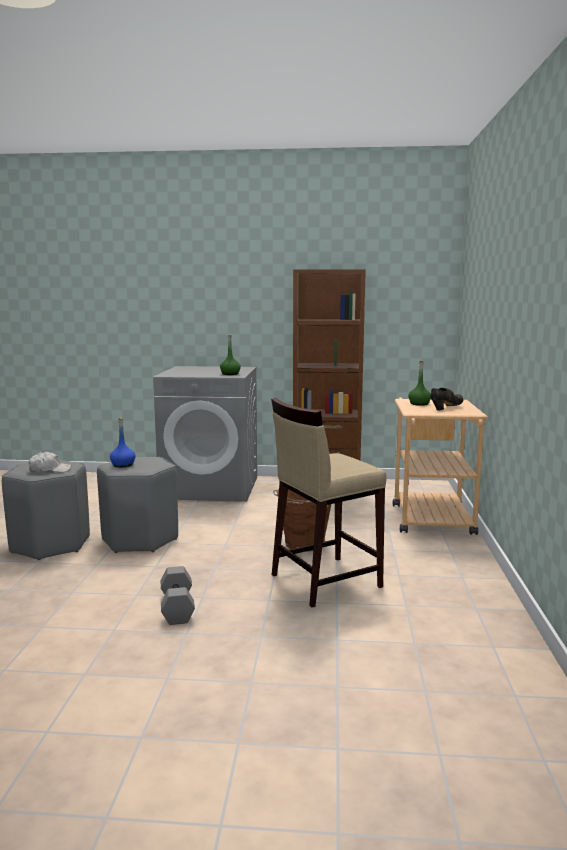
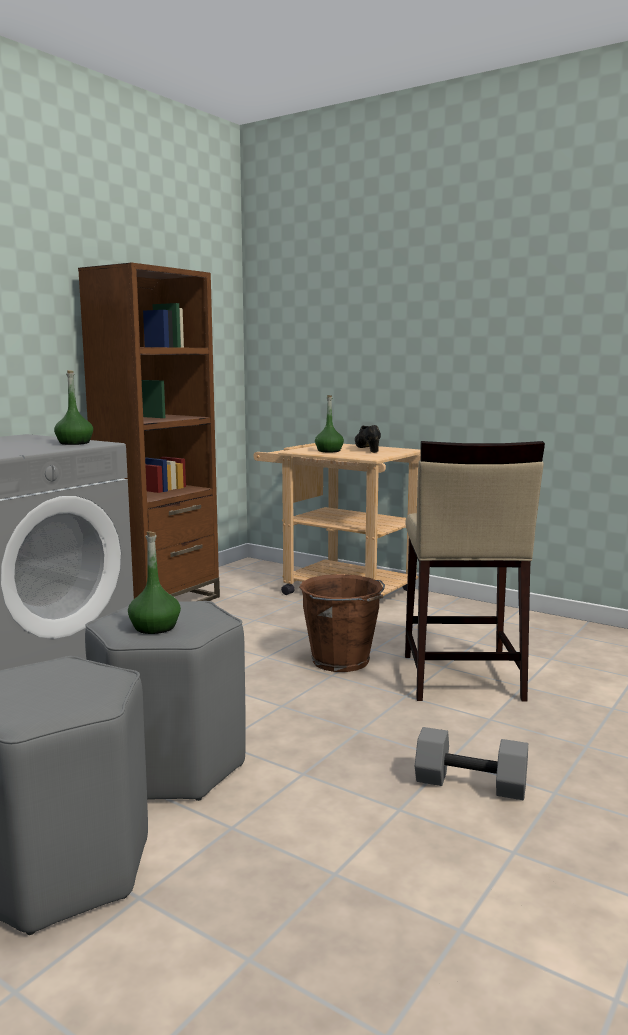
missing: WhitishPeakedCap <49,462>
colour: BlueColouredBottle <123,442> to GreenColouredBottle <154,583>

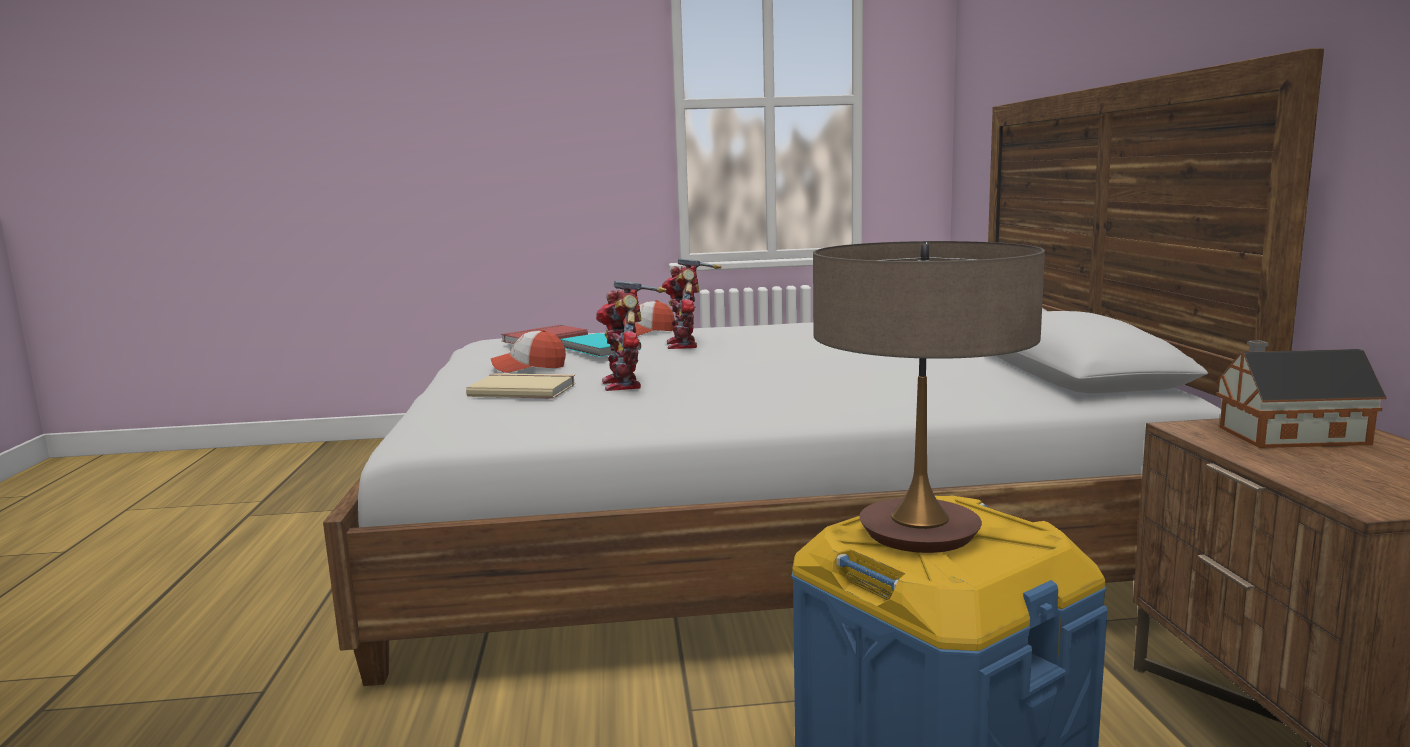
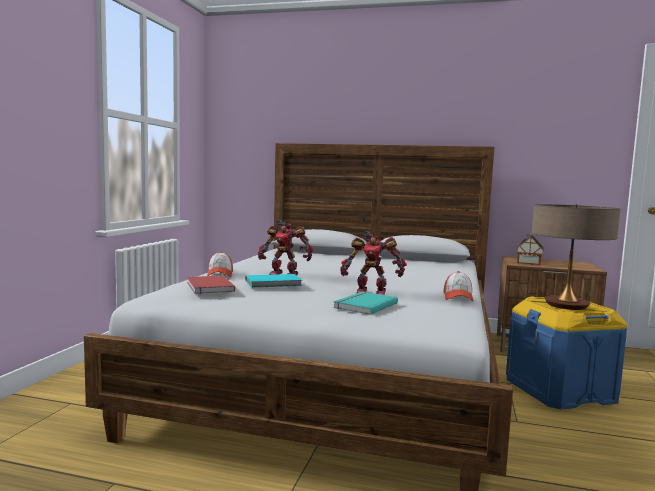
relocated: PeakedCap <528,351> to <458,286>
colour: BeigeBoundBook <521,386> to TurquoiseBoundBook <365,303>

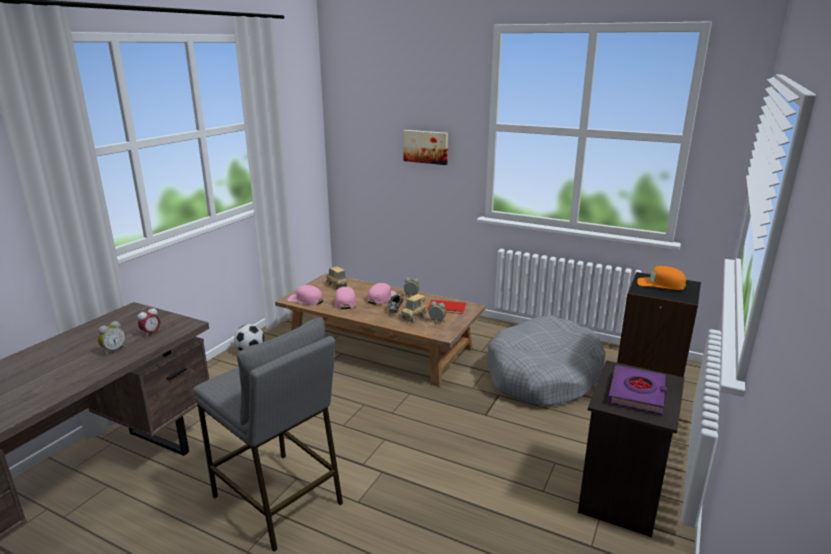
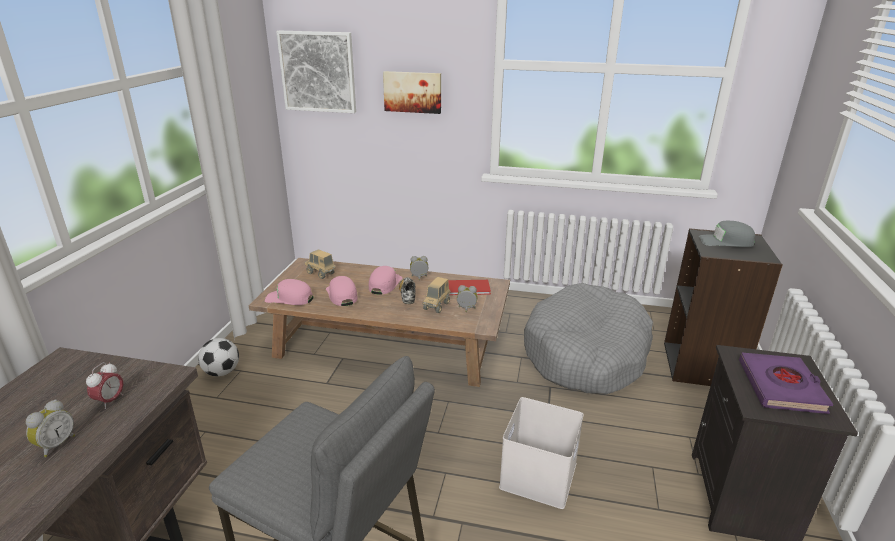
appeared: WallArt <316,72>; WhitishStorageBox <541,453>
colour: OrangeColouredPeakedCap <661,278> to GreyishPeakedCap <727,234>

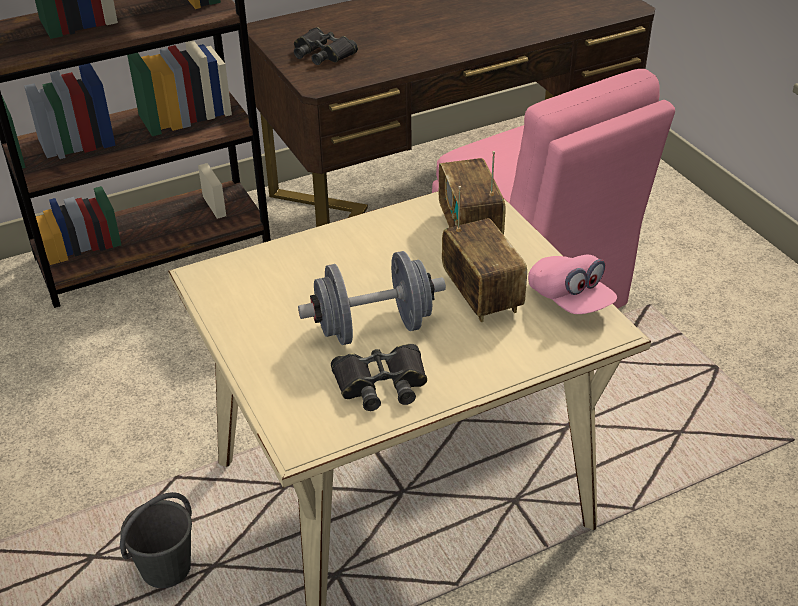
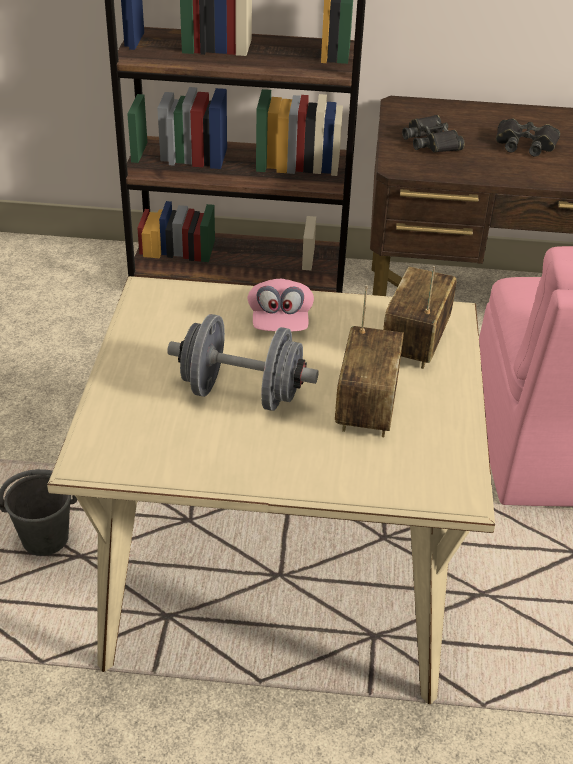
relocated: BlackBinoculars <379,377> to <528,138>; PinkPeakedCap <572,284> to <280,305>

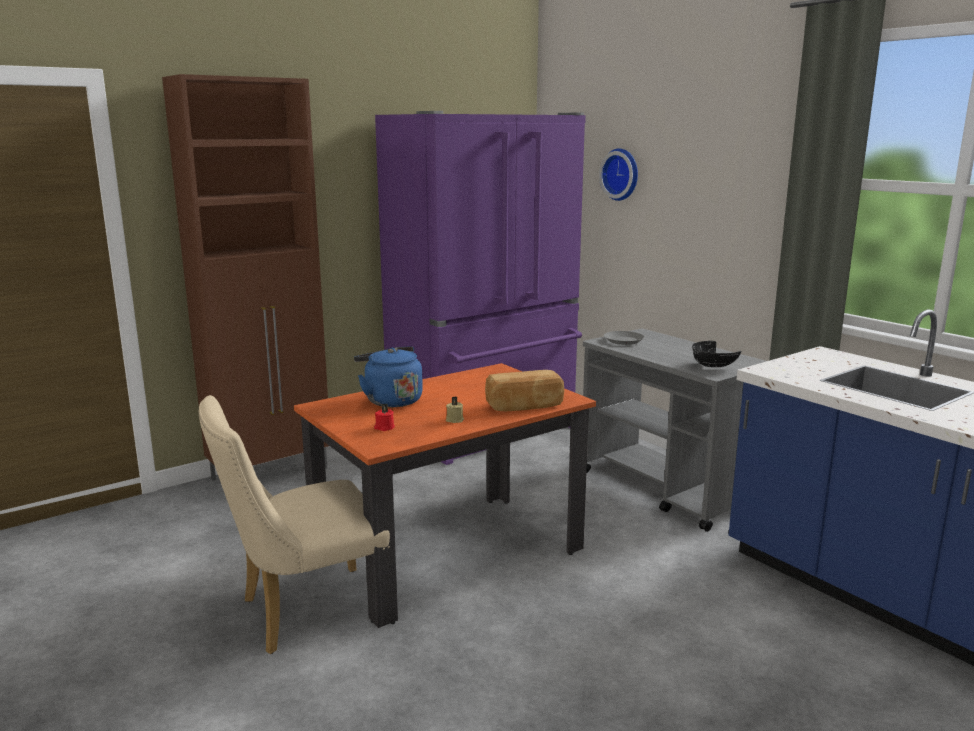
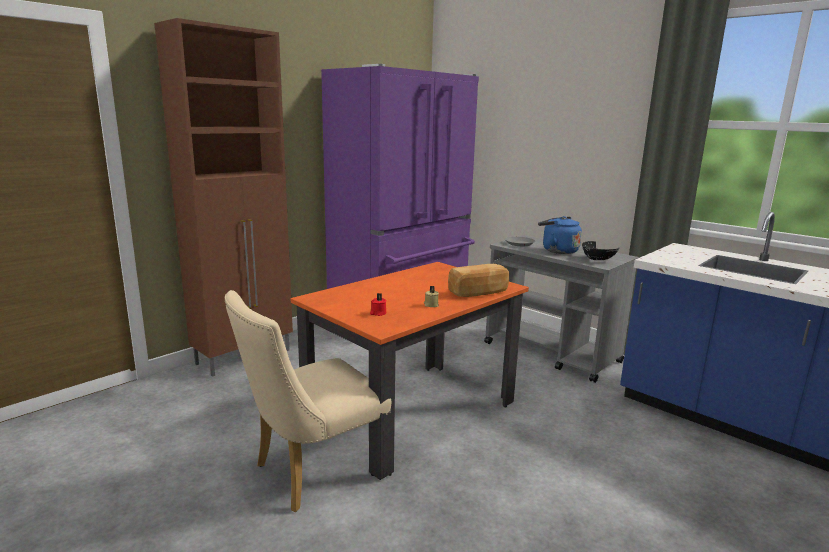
missing: HangingClock <618,174>
relocated: BlueColouredWaterKettle <388,377> to <560,235>

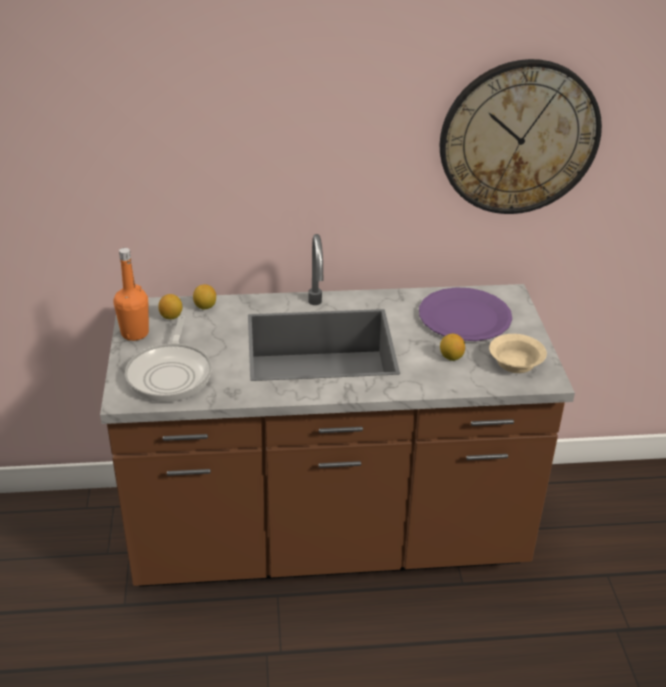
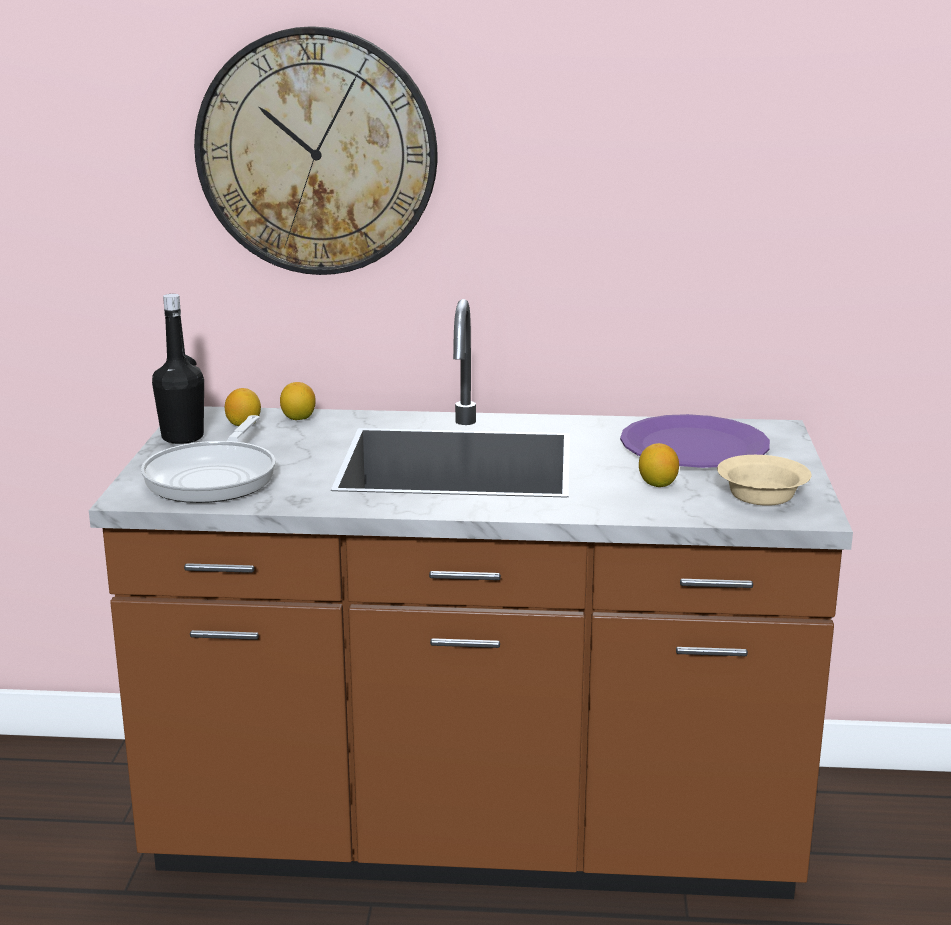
relocated: HangingClock <521,136> to <315,150>
colour: OrangeColouredBottle <131,294> to BlackBottle <178,369>

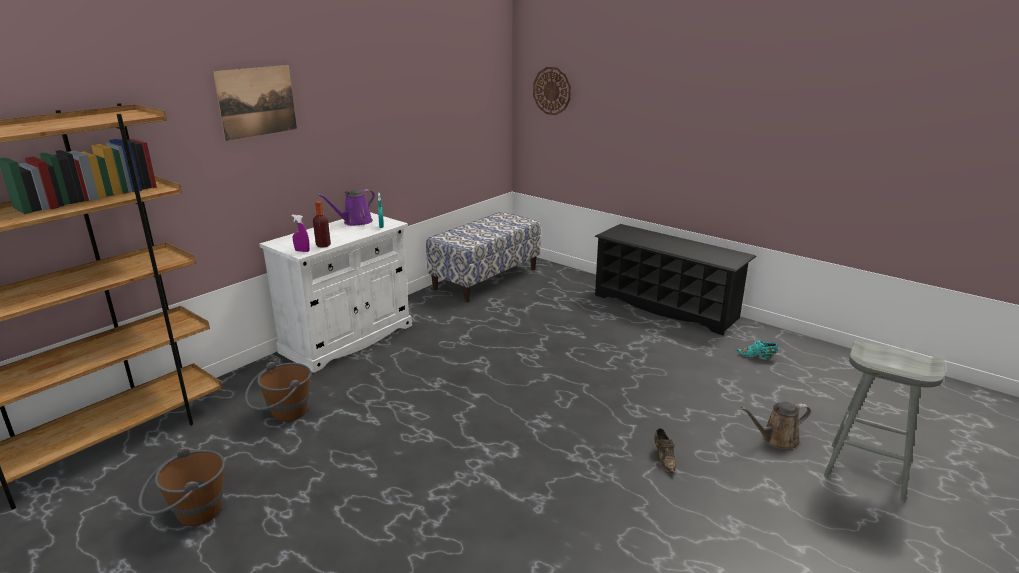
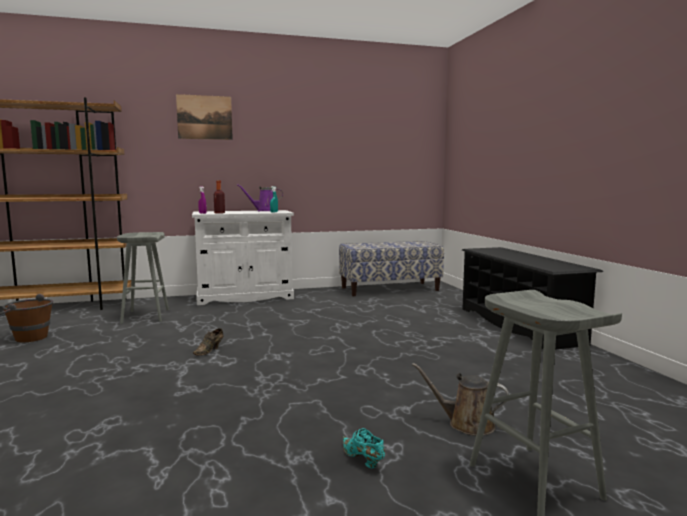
missing: HangingClock <552,91>
relocated: BrownColouredLowShoe <665,450> to <208,342>; TurquoiseLowShoe <757,350> to <363,448>
exchanged: BrownColouredWaterBucket <278,392> to GreyishSittingStool <143,278>

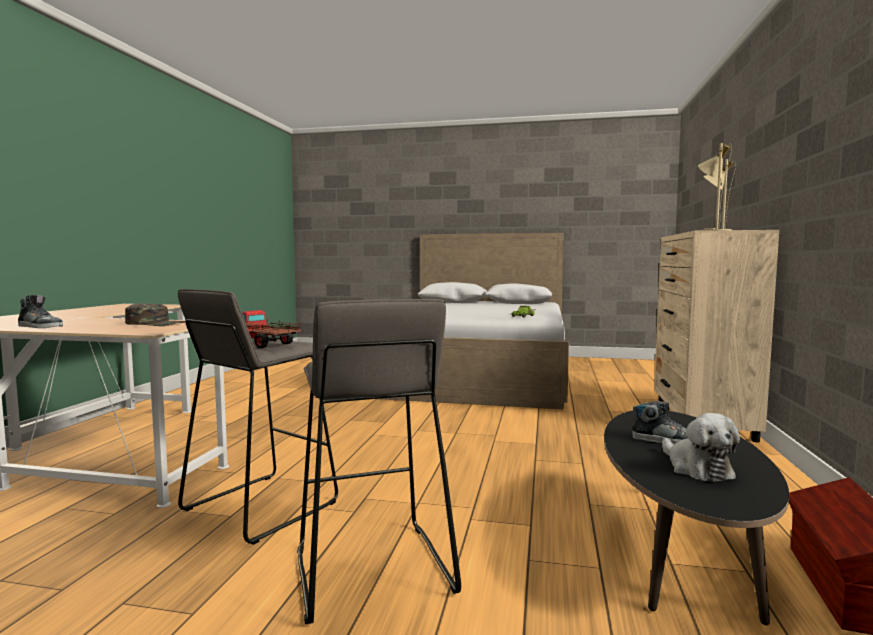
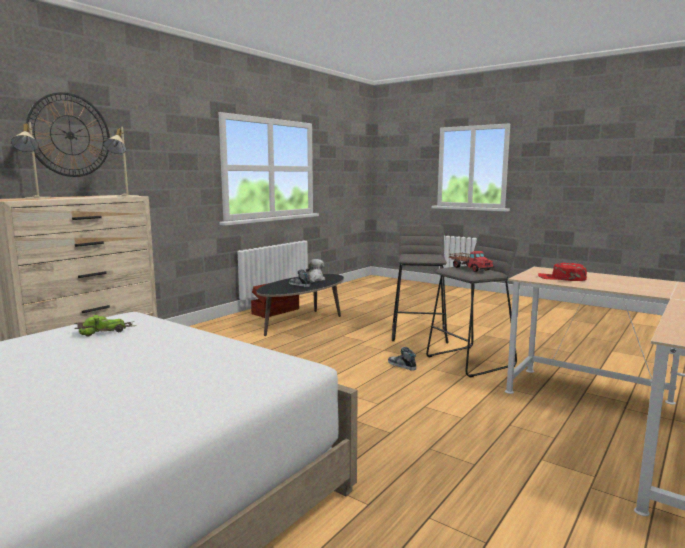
appeared: HangingClock <68,134>
relocated: LowShoe <40,311> to <402,359>
colour: GreenColouredPeakedCap <155,314> to ReddishPeakedCap <562,272>

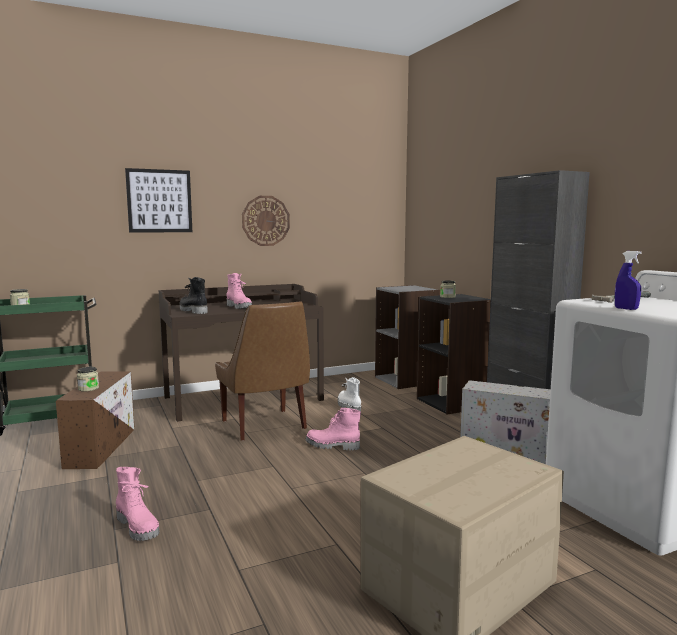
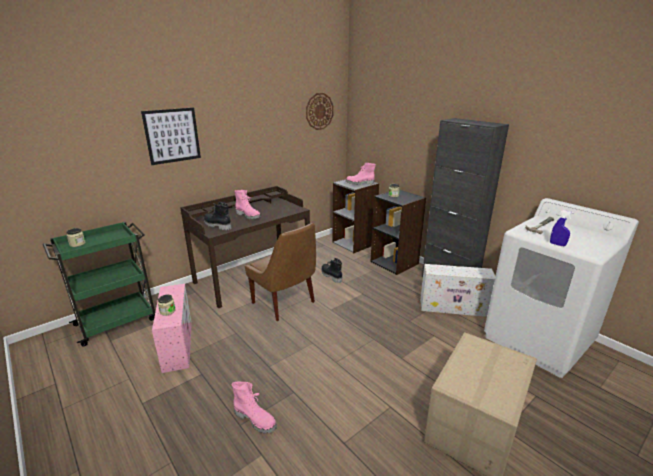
relocated: HangingClock <266,221> to <320,111>; PinkHighTopBoot <333,429> to <361,174>
colour: BrownColouredStorageBox <95,420> to PinkStorageBox <172,328>; WhitishHighTopBoot <349,394> to BlackHighTopBoot <331,270>

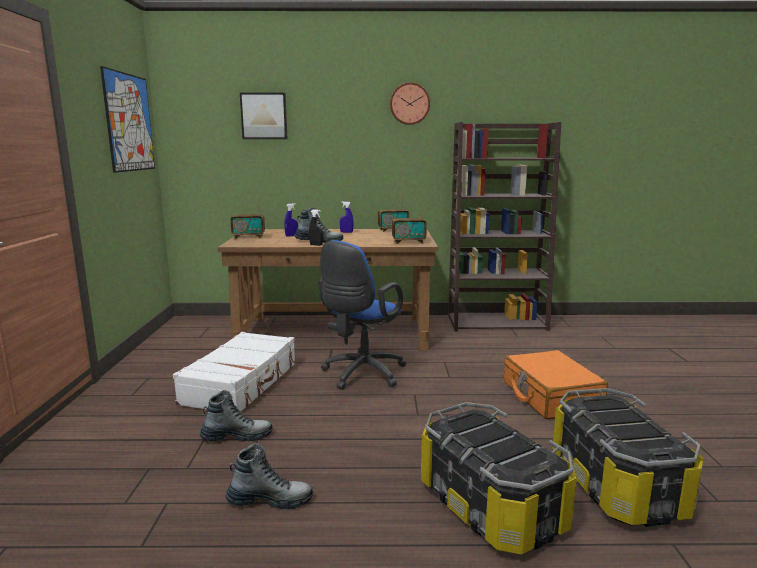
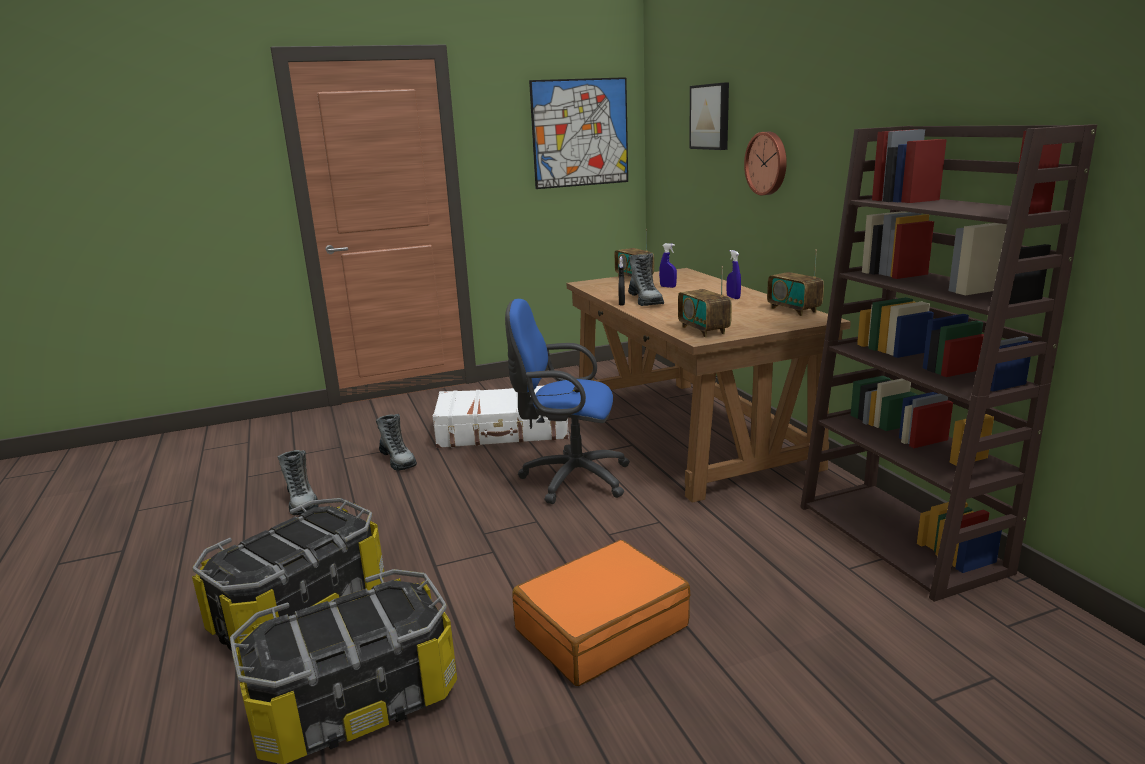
relocated: HangingClock <410,104> to <765,163>

